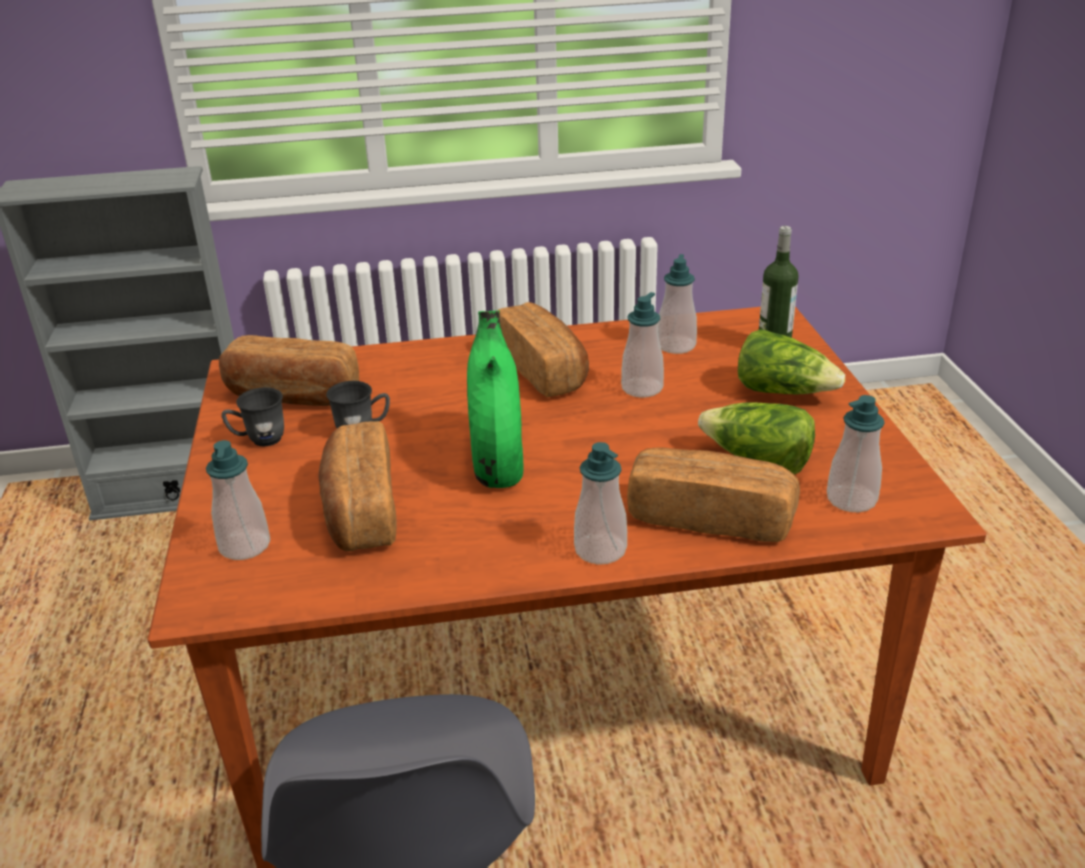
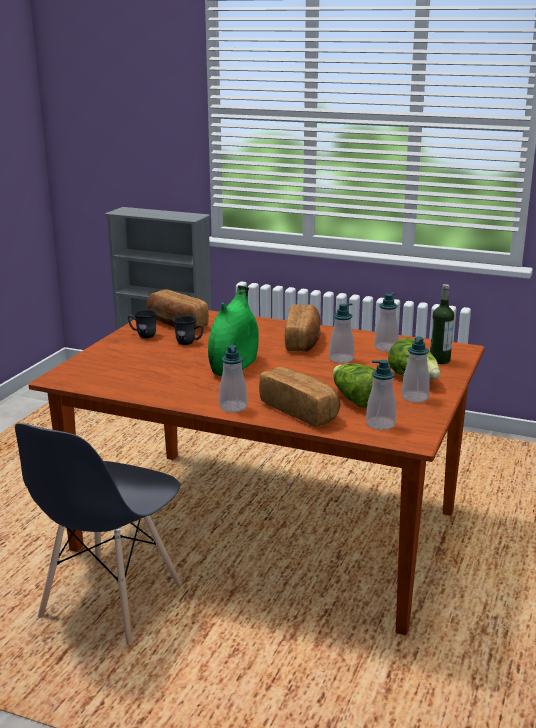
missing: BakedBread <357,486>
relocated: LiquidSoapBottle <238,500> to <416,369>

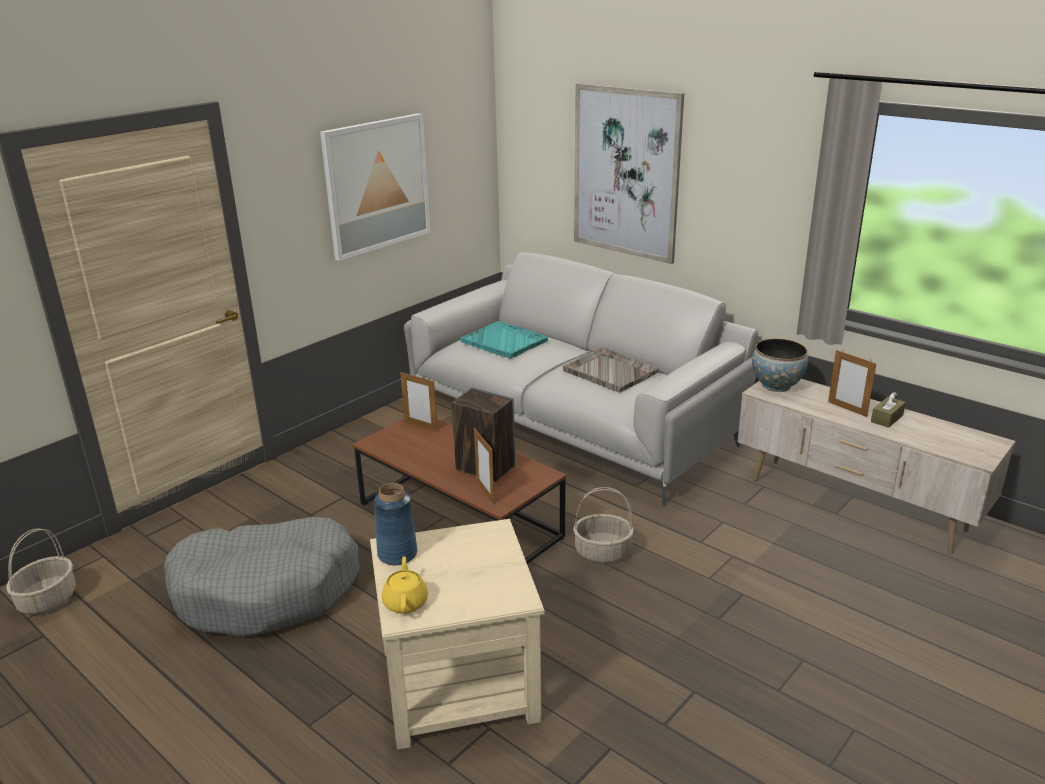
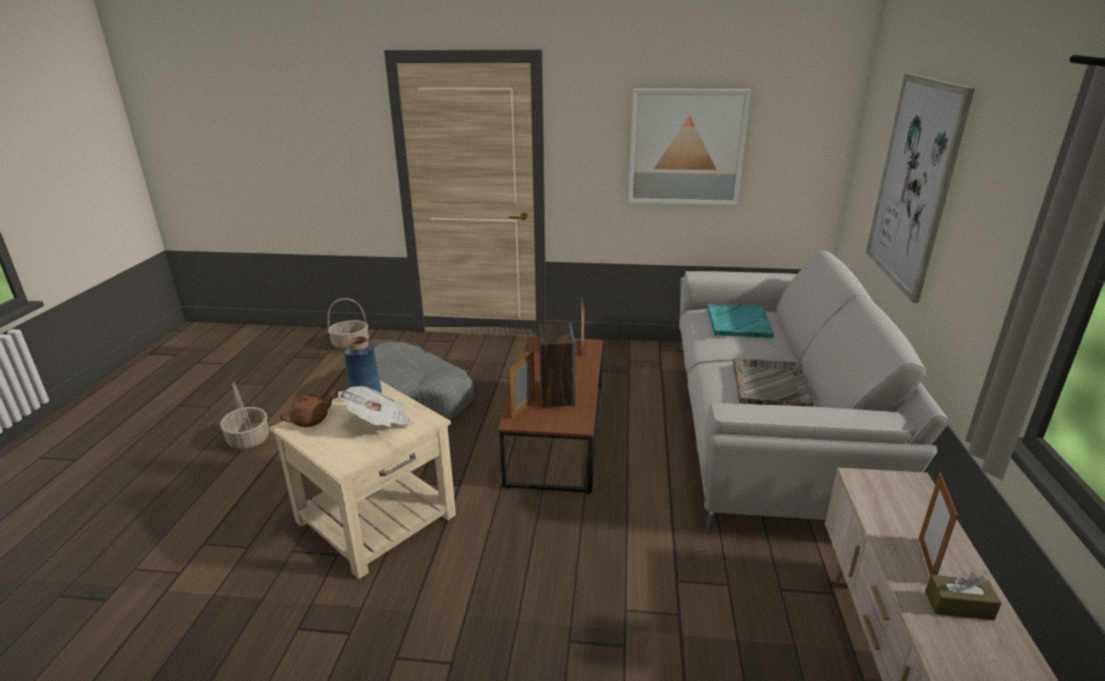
missing: DeepDish <780,365>
appeared: DailyPaper <375,406>
relocated: StorageBasket <603,525> to <244,416>
colour: YellowishTeaPot <405,585> to BrownColouredTeaPot <308,409>

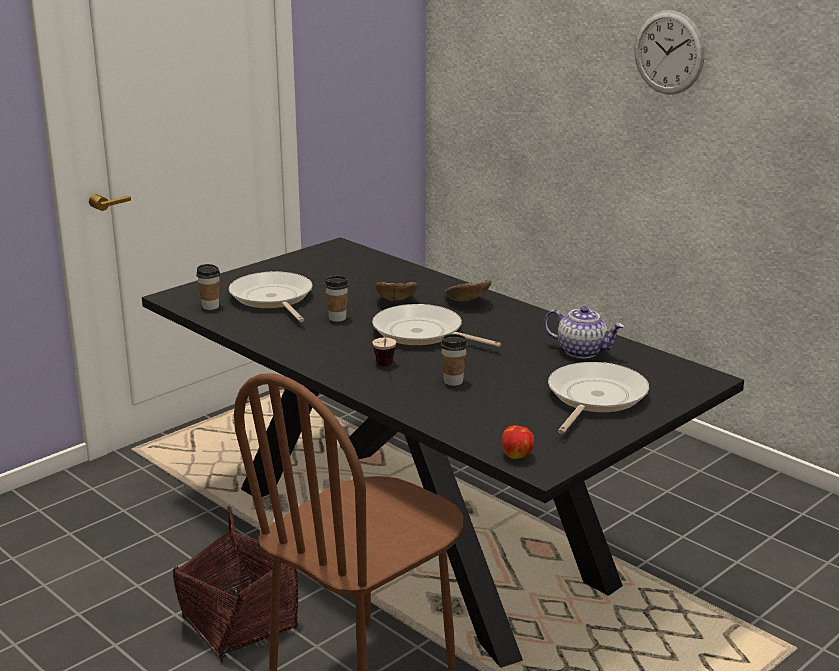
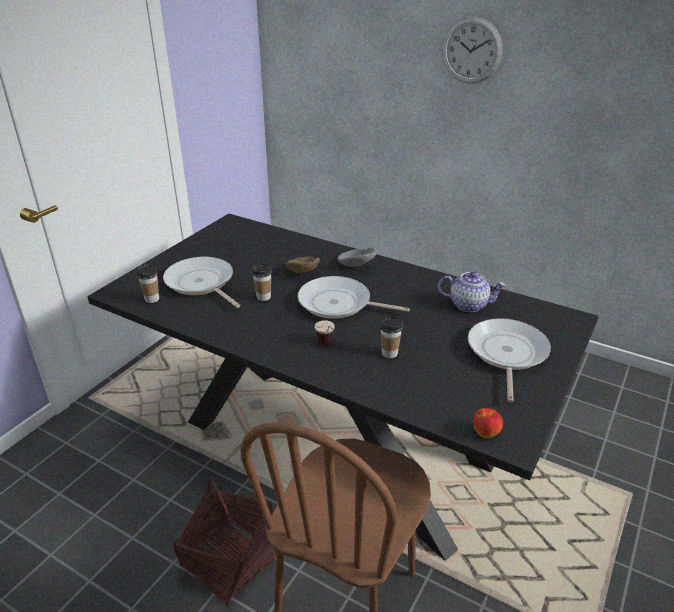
colour: BrownColouredDeepDish <468,290> to GreyishDeepDish <357,257>

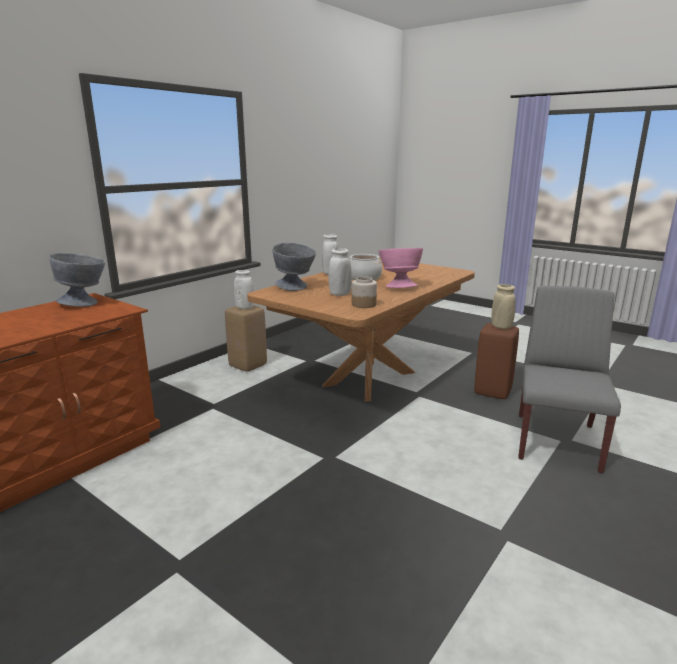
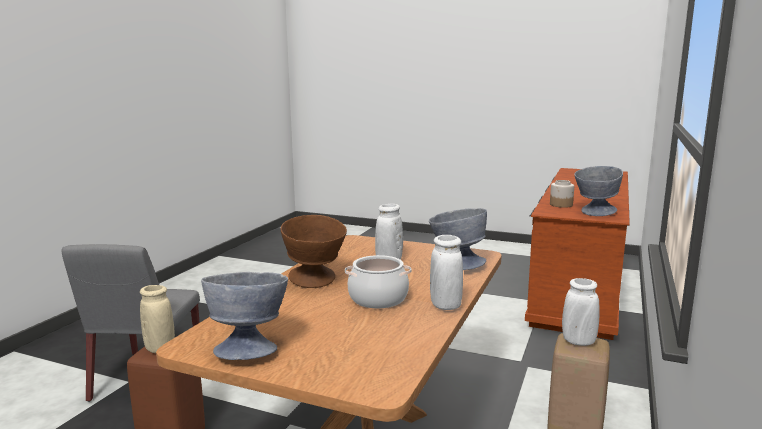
appeared: GreyishDeepDish <244,316>
relocated: PreserveJar <364,292> to <562,194>
colour: PinkDeepDish <401,268> to BrownColouredDeepDish <313,251>

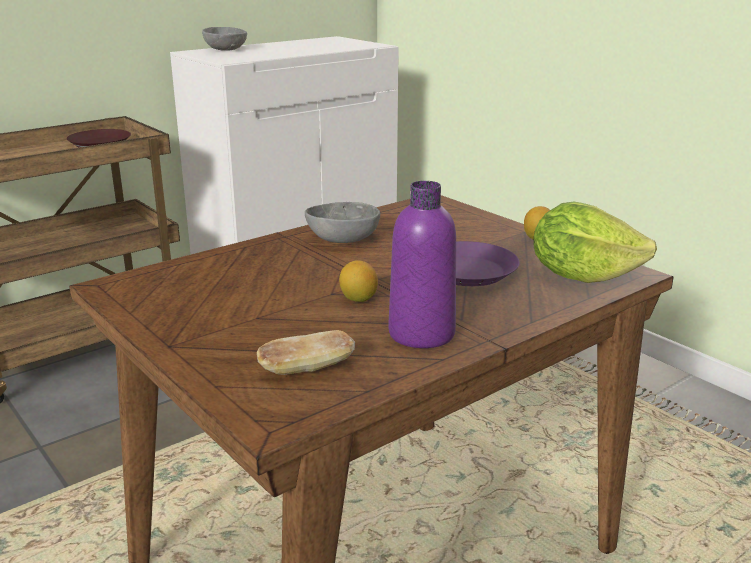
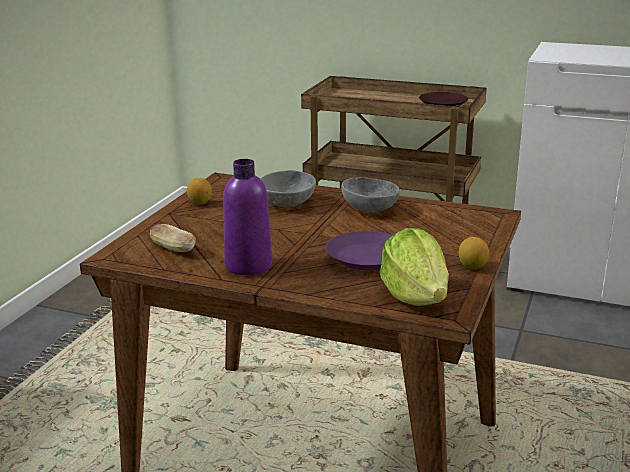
relocated: GreyishDeepDish <224,39> to <288,188>; CitrusFruit <358,281> to <199,191>

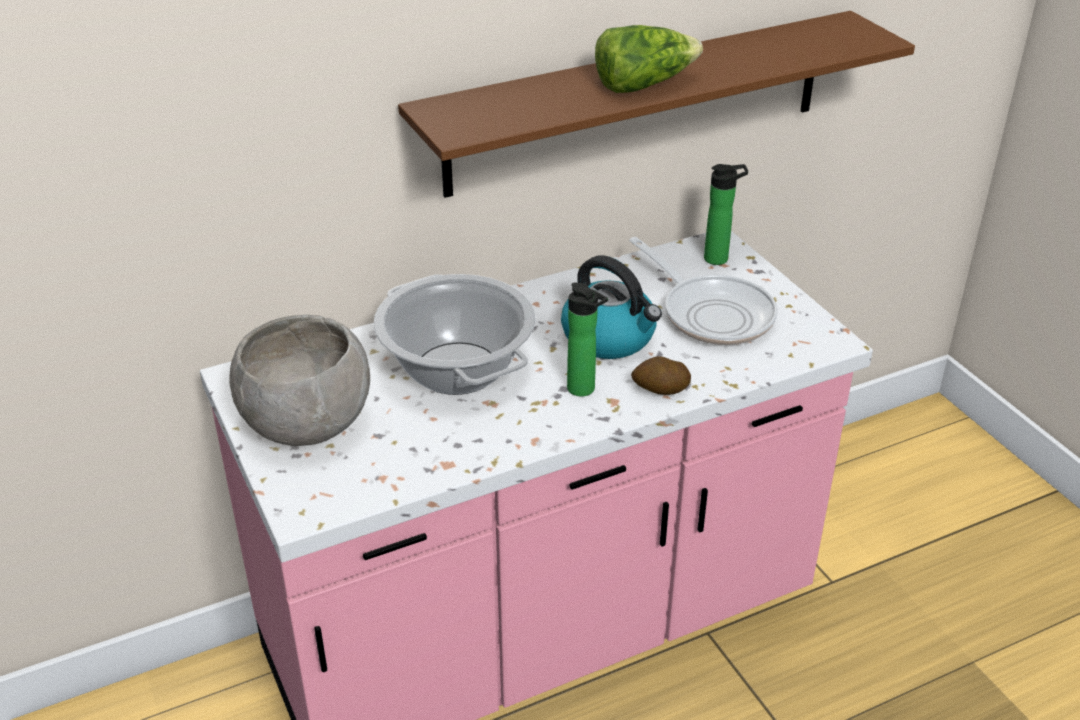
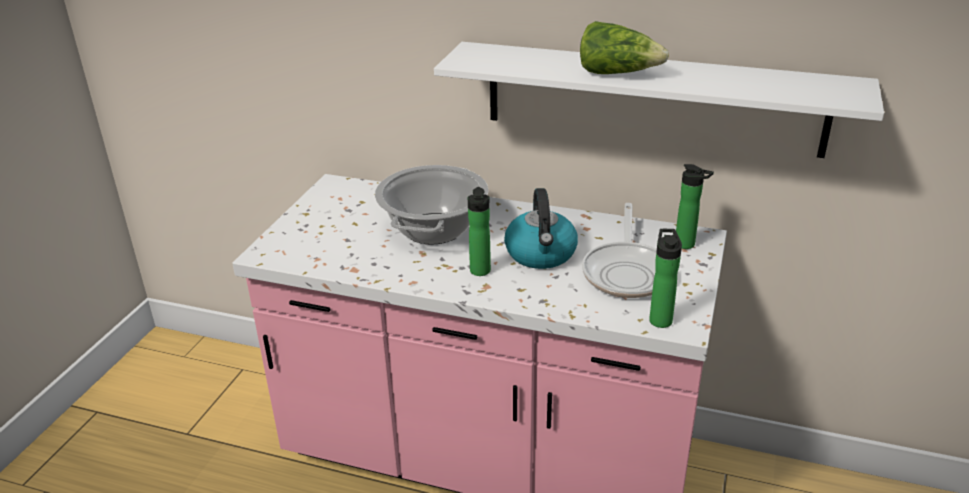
missing: GreyishDeepDish <299,380>; WholePotato <661,375>
appeared: Bottle <665,278>
colour: BrownColouredWallShelf <656,104> to WhitishWallShelf <659,100>

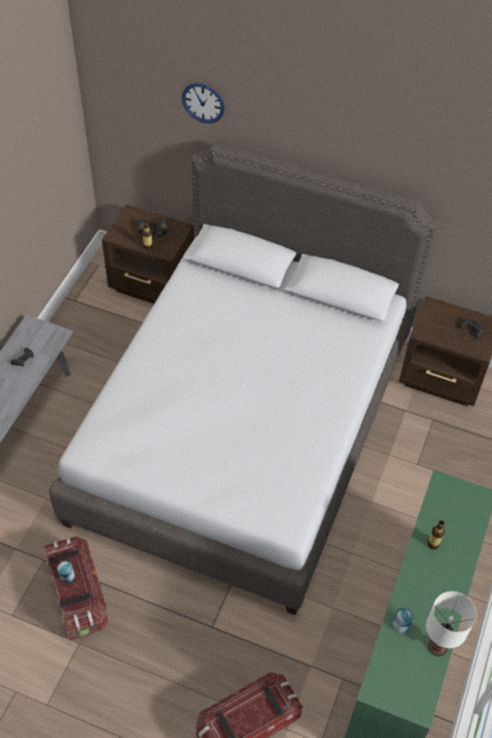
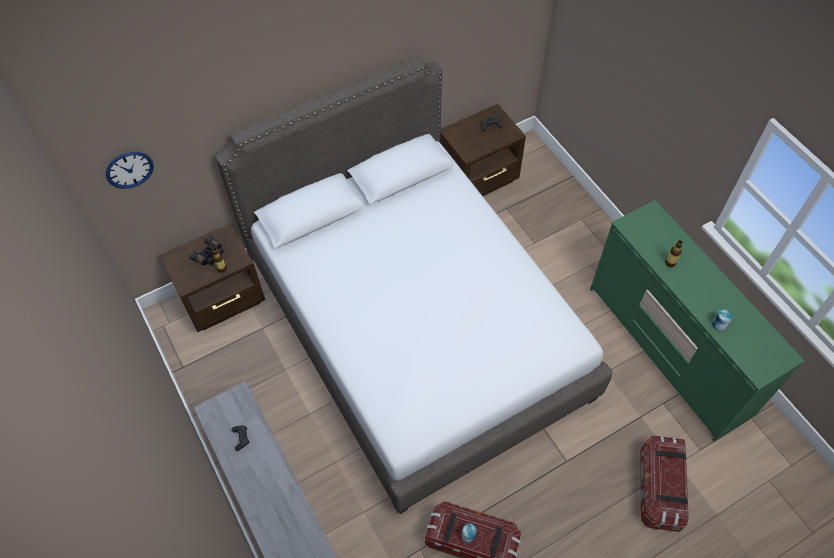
missing: WhitishTableLamp <451,623>
relocated: HangingClock <203,103> to <130,170>

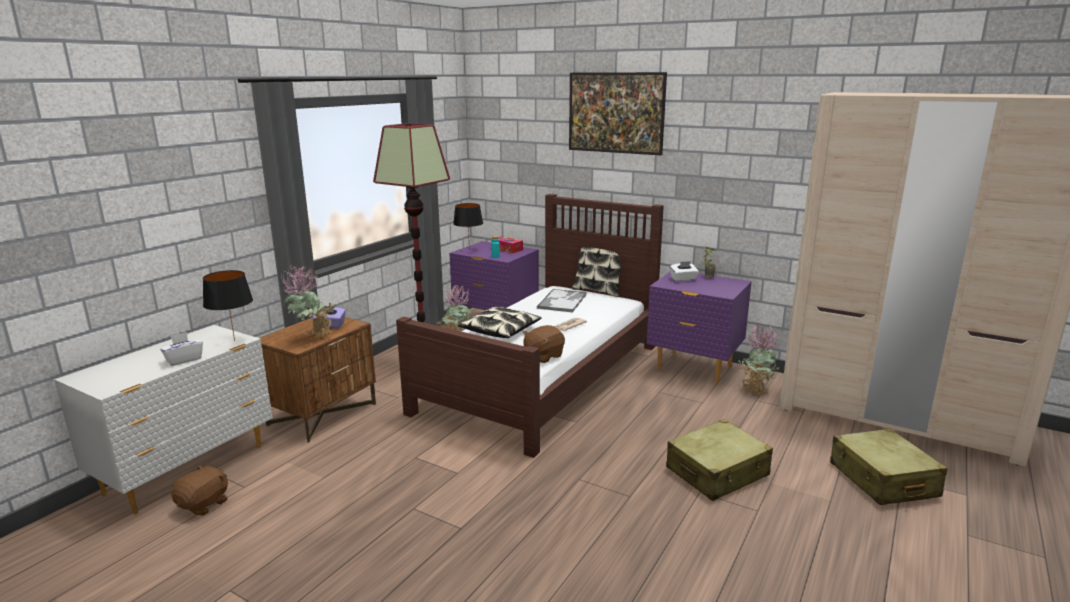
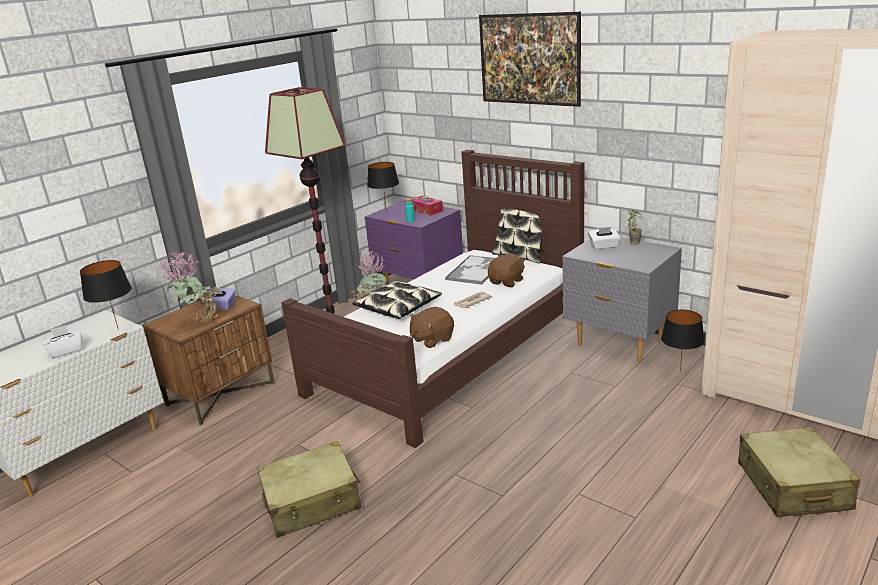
relocated: BrownColouredCuddlyToy <199,491> to <506,270>; BeigeTravelCase <719,460> to <309,489>
exchanged: Houseplant <758,360> to BlackTableLamp <682,341>
colour: PurpleBedsideTable <699,328> to GreyishBedsideTable <622,300>

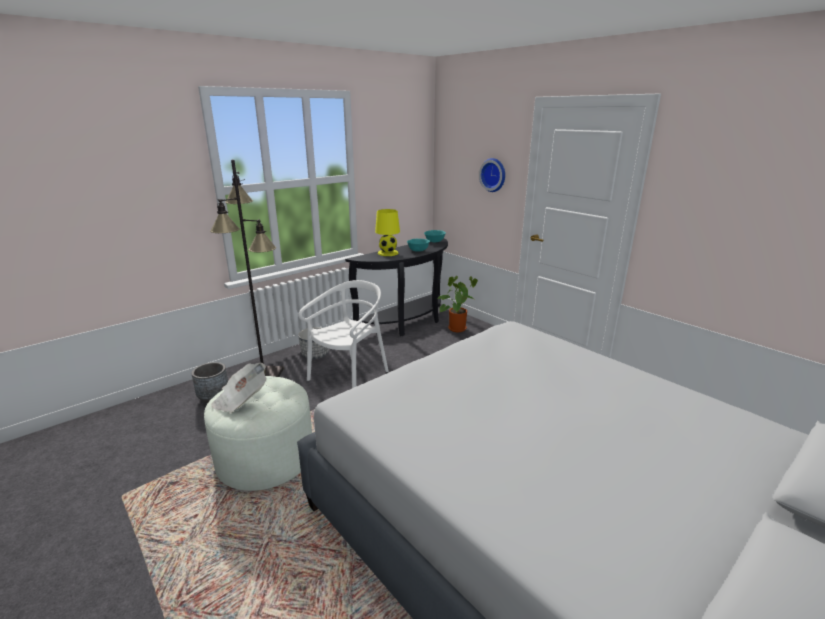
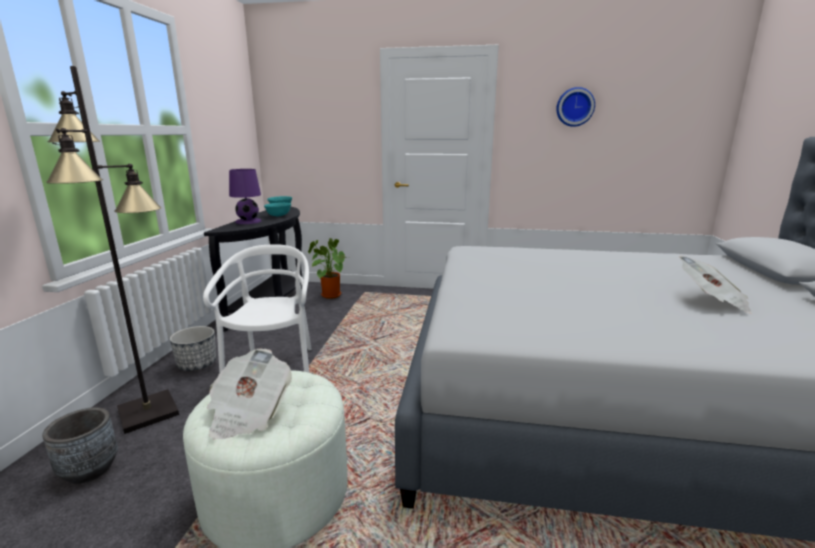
appeared: DailyPaper <715,284>
relocated: HangingClock <492,175> to <575,107>
colour: YellowishTableLamp <387,232> to PurpleTableLamp <245,196>

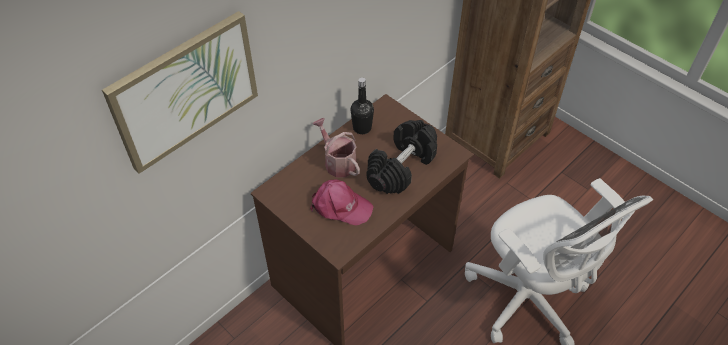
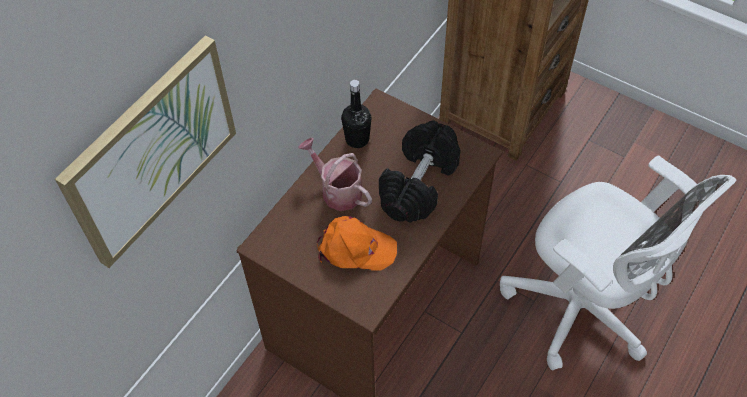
colour: PinkPeakedCap <342,202> to OrangeColouredPeakedCap <357,243>

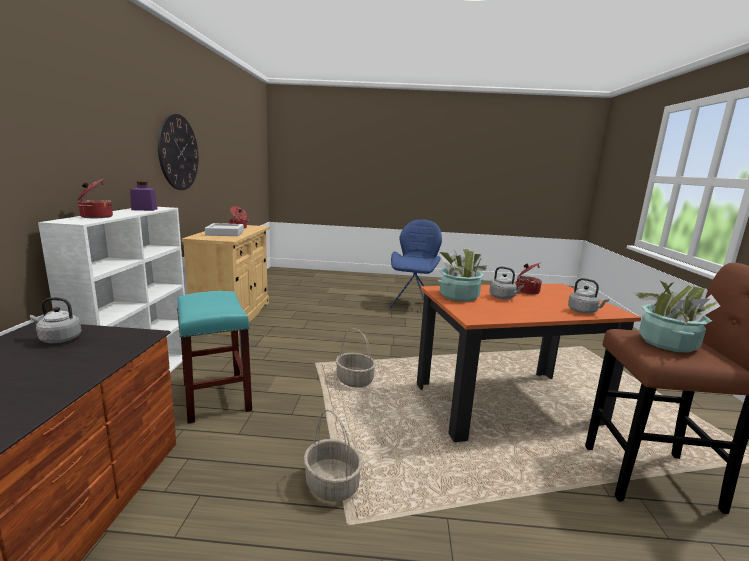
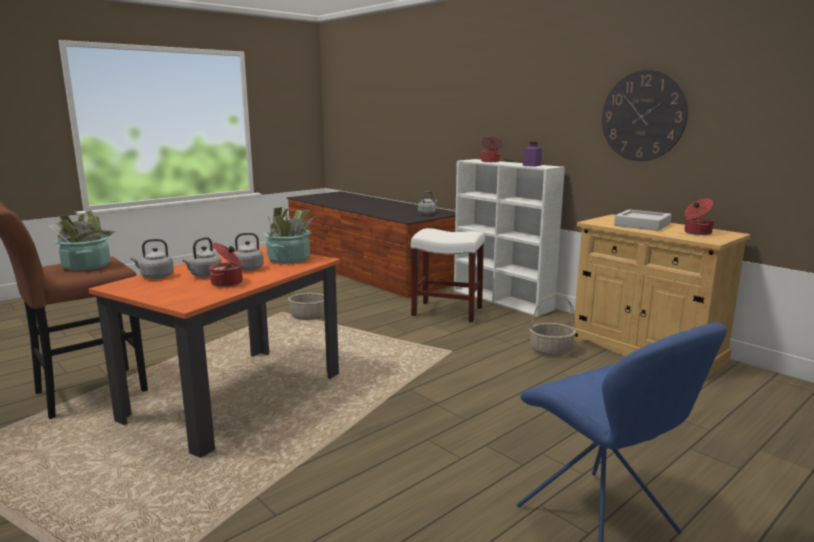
appeared: GreyishWaterKettle <202,257>
relocated: StorageBasket <356,358> to <552,325>
colour: TurquoiseSittingStool <214,357> to WhitishSittingStool <448,275>

